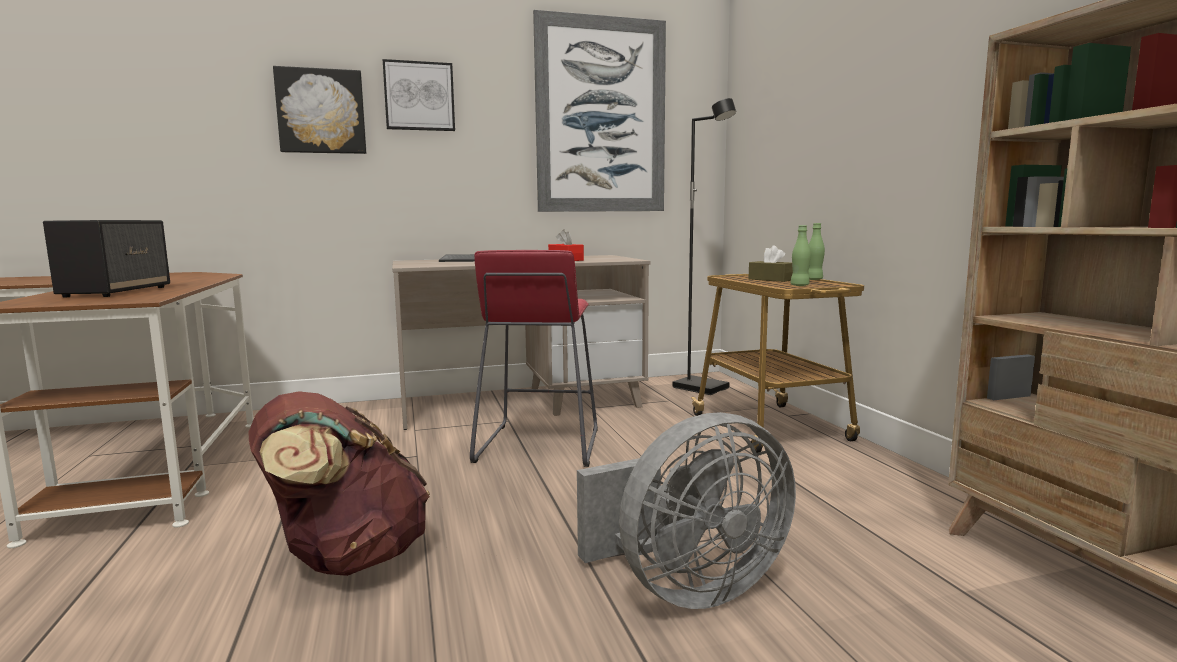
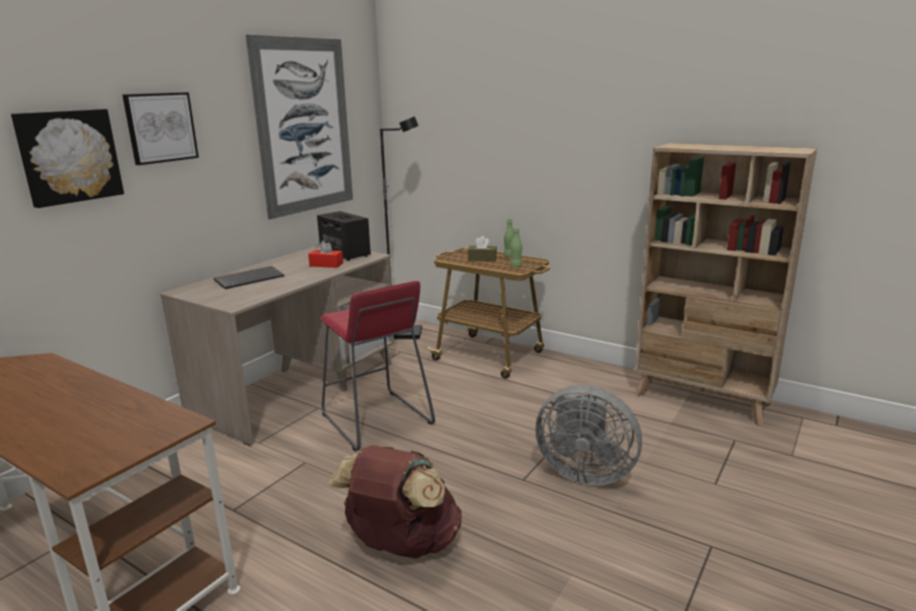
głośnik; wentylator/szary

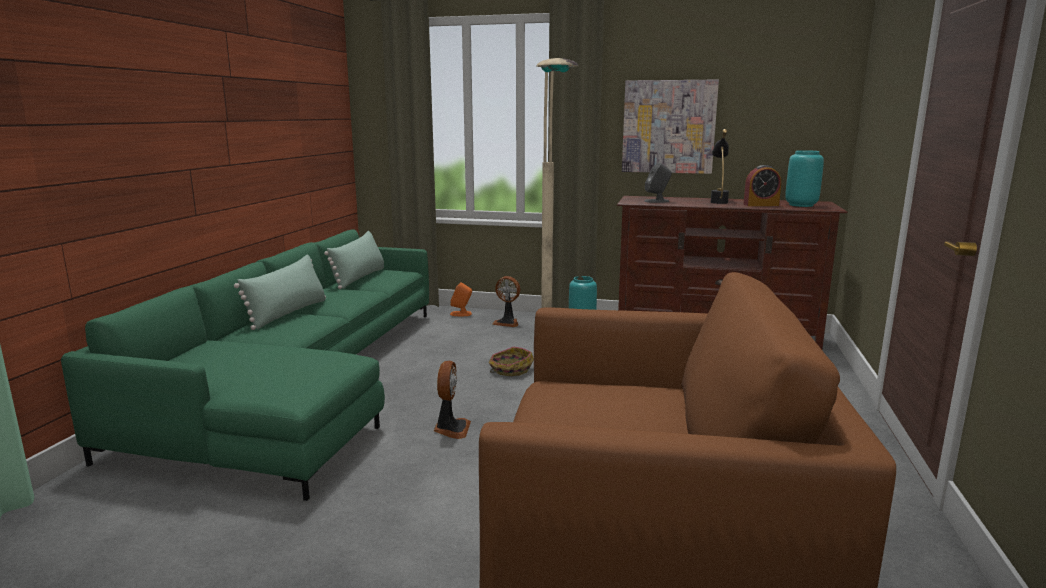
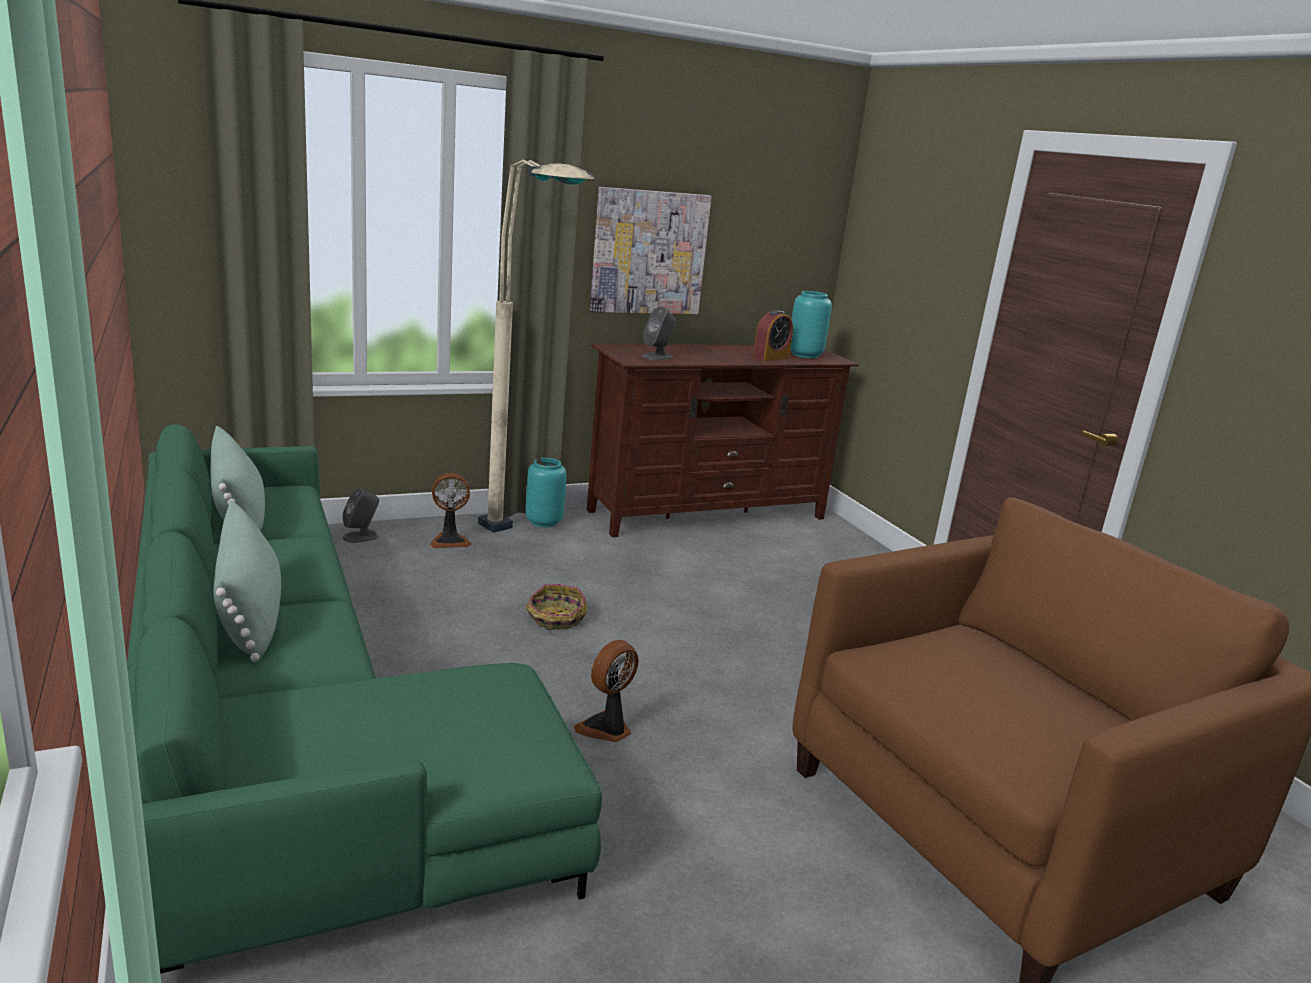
lampa stołowa/czarny; głośnik/szary (1st from left); wentylator (2nd from left)

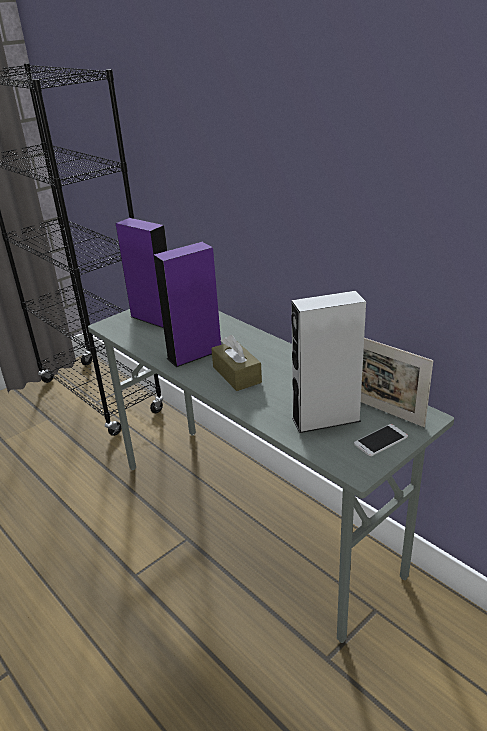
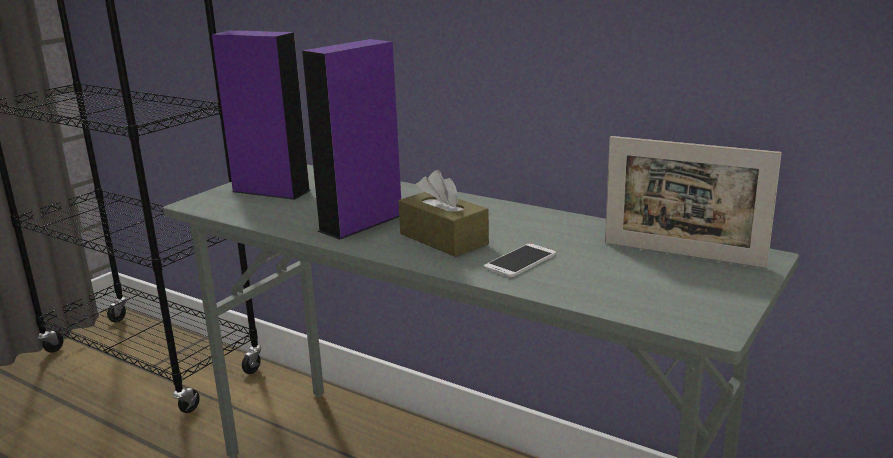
głośnik/szary; telefon

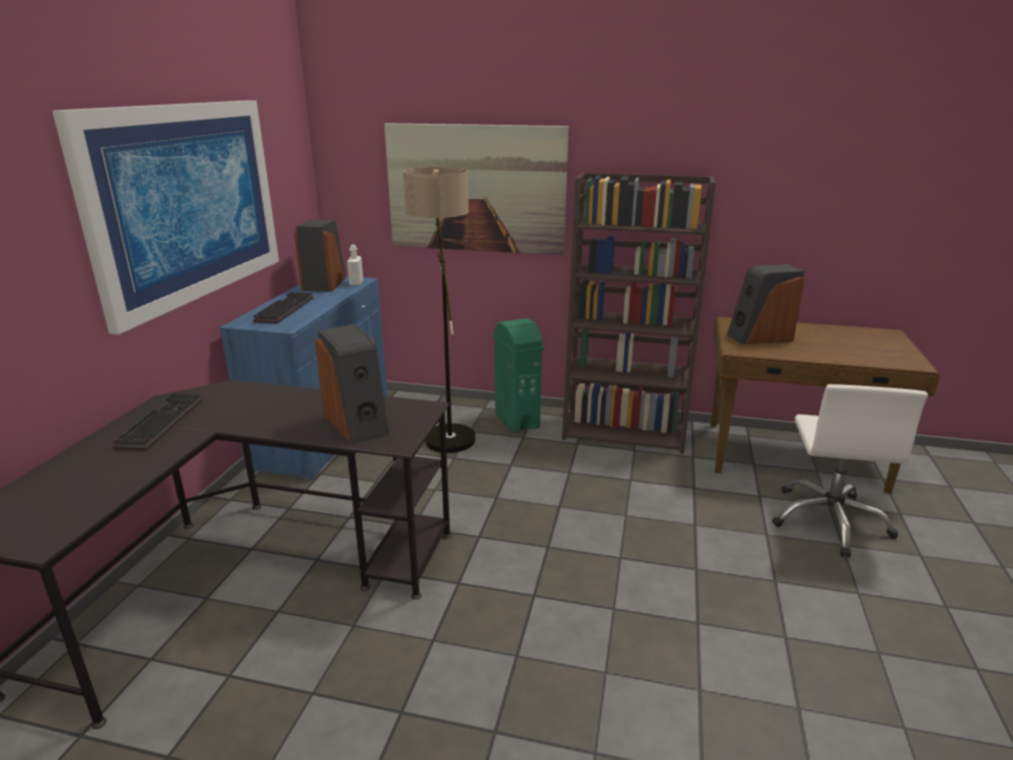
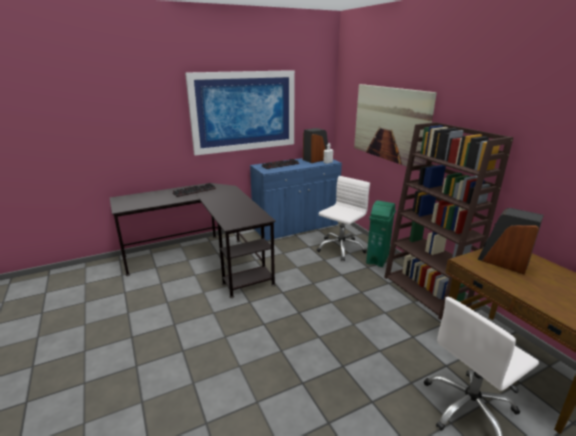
głośnik (2nd from left in the first image); krzesło biurowe/biały (1st from left)

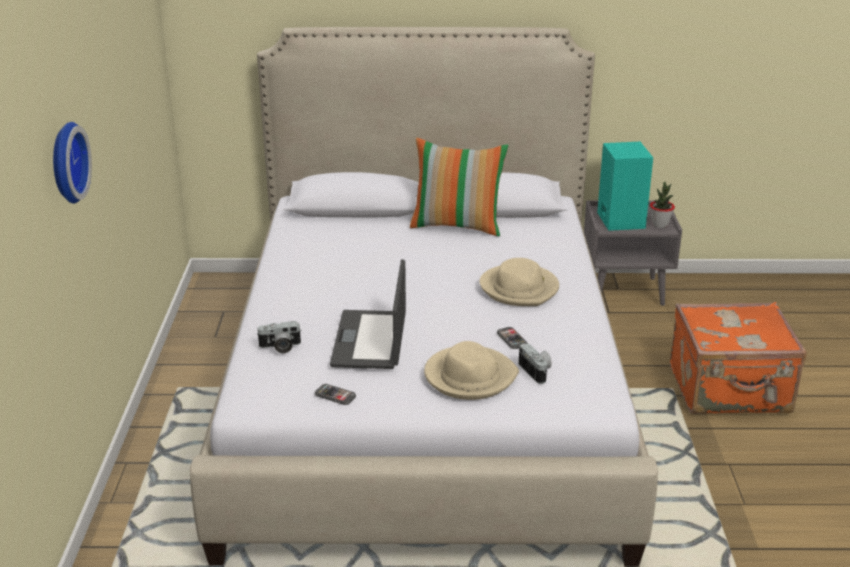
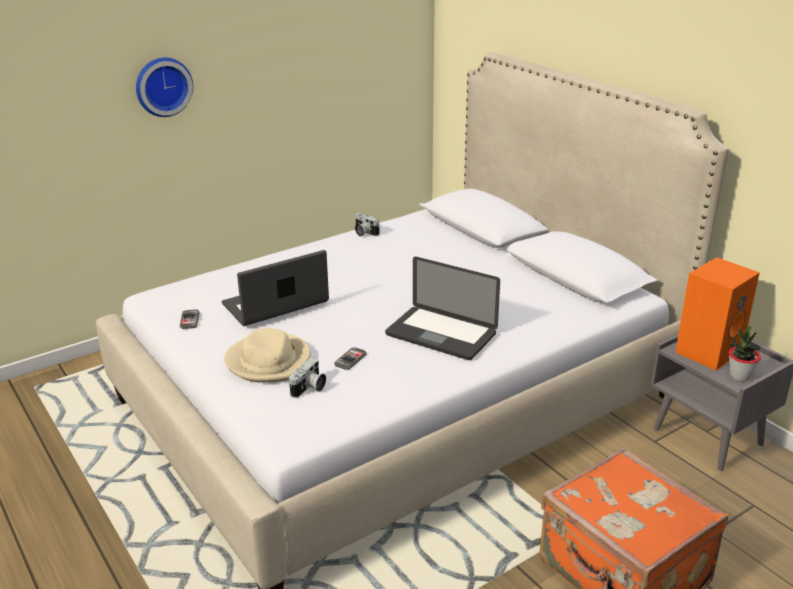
poduszka; aparat fotograficzny (2nd from left); laptop (2nd from left); głośnik/pomarańczowy

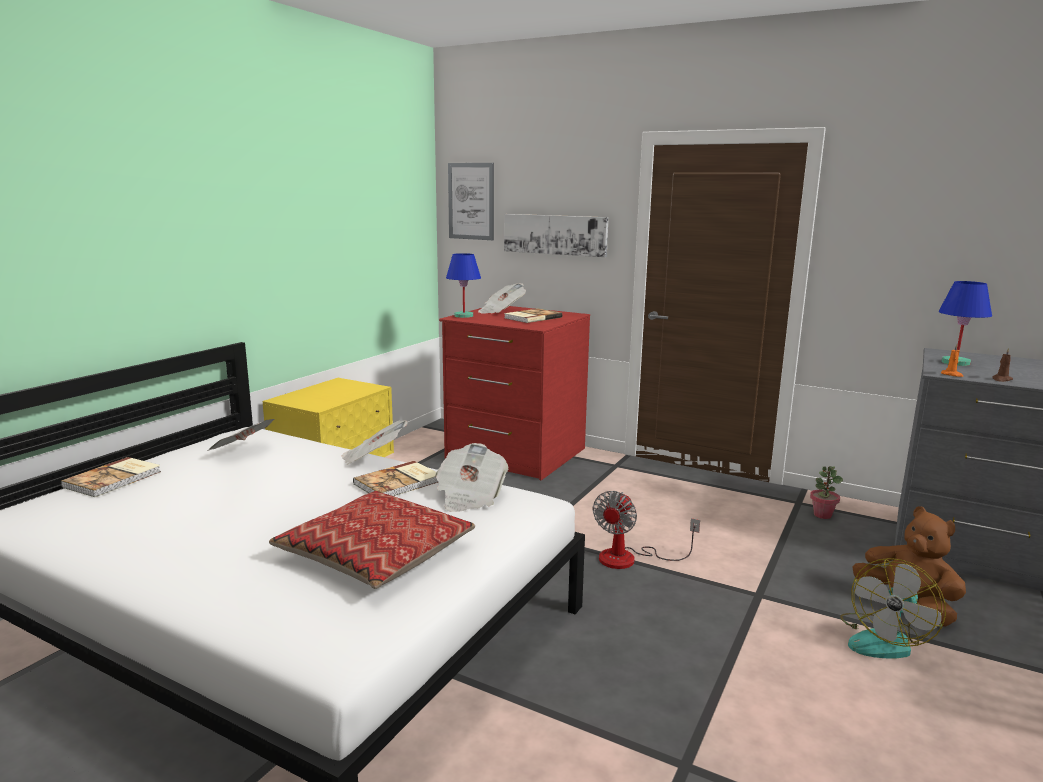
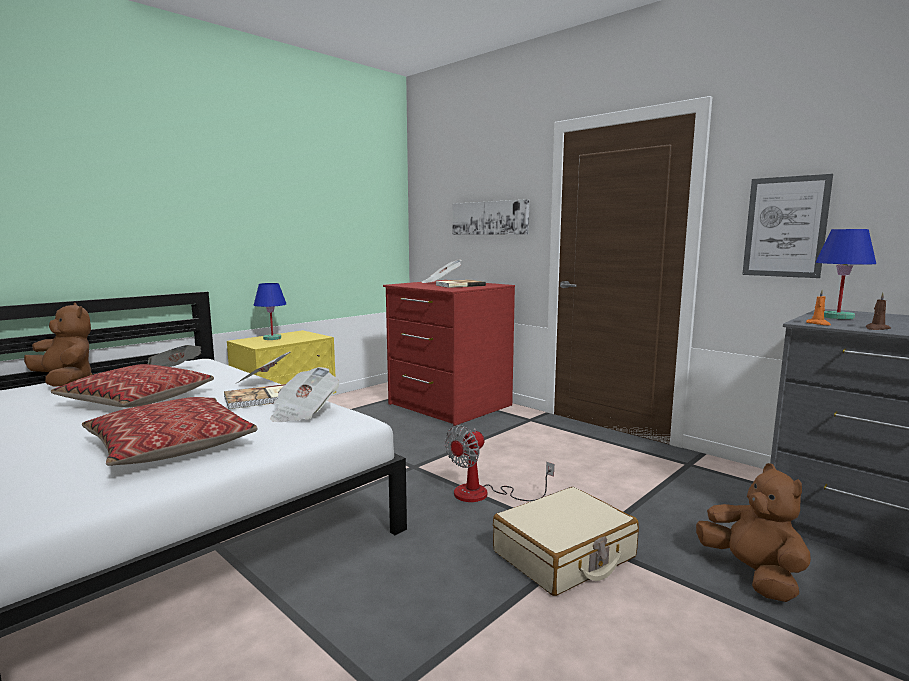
roślina doniczkowa; wentylator (2nd from left in the first image); poduszka (1st from left); walizka/beżowy; lampa stołowa/niebieski (1st from left); obraz (2nd from left); pluszak/brązowy (1st from left)

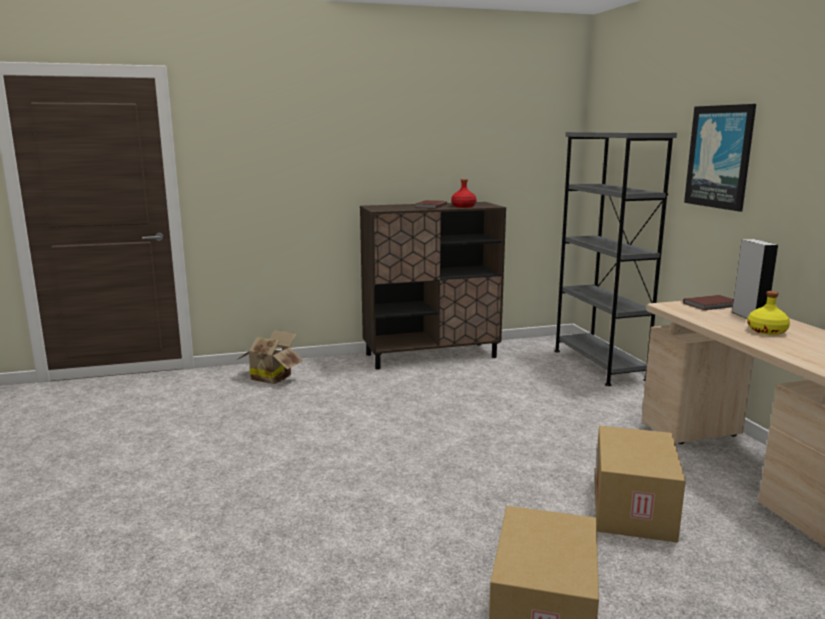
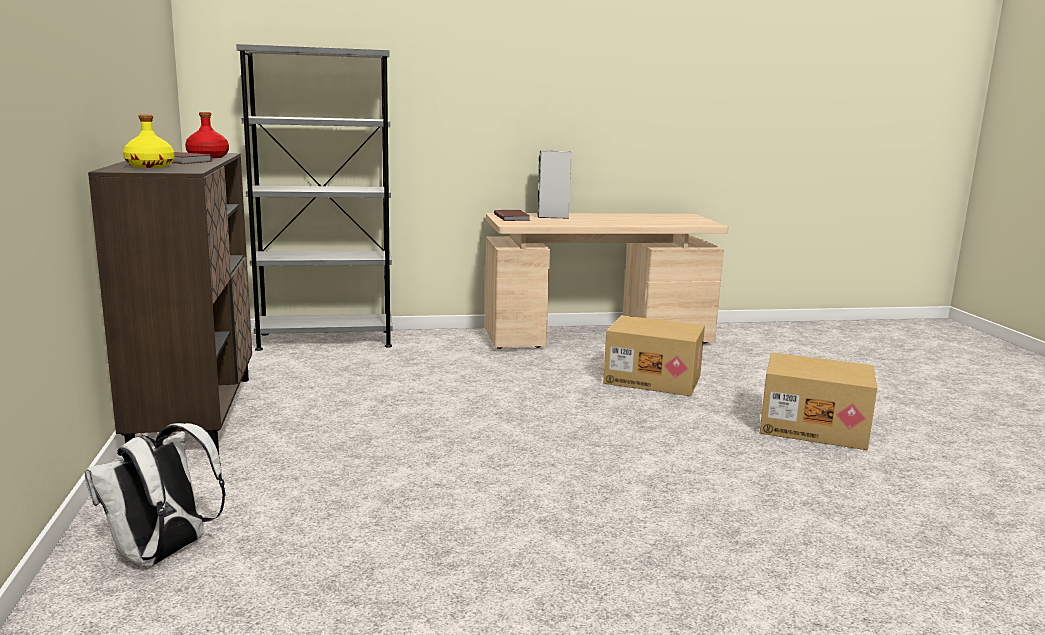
obraz; butelka/żółty; plecak/biały

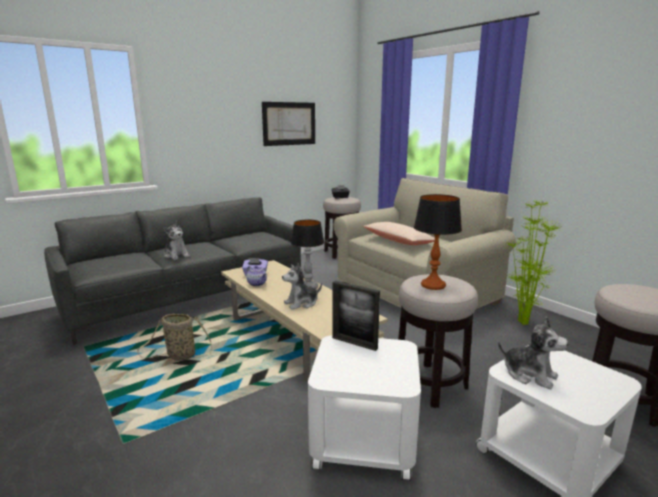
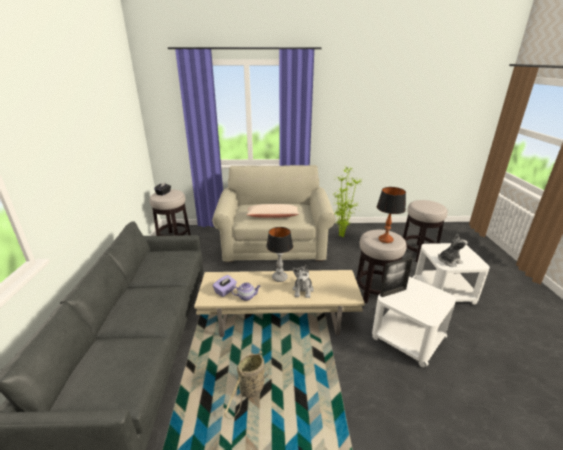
pluszak (1st from left in the first image); obraz

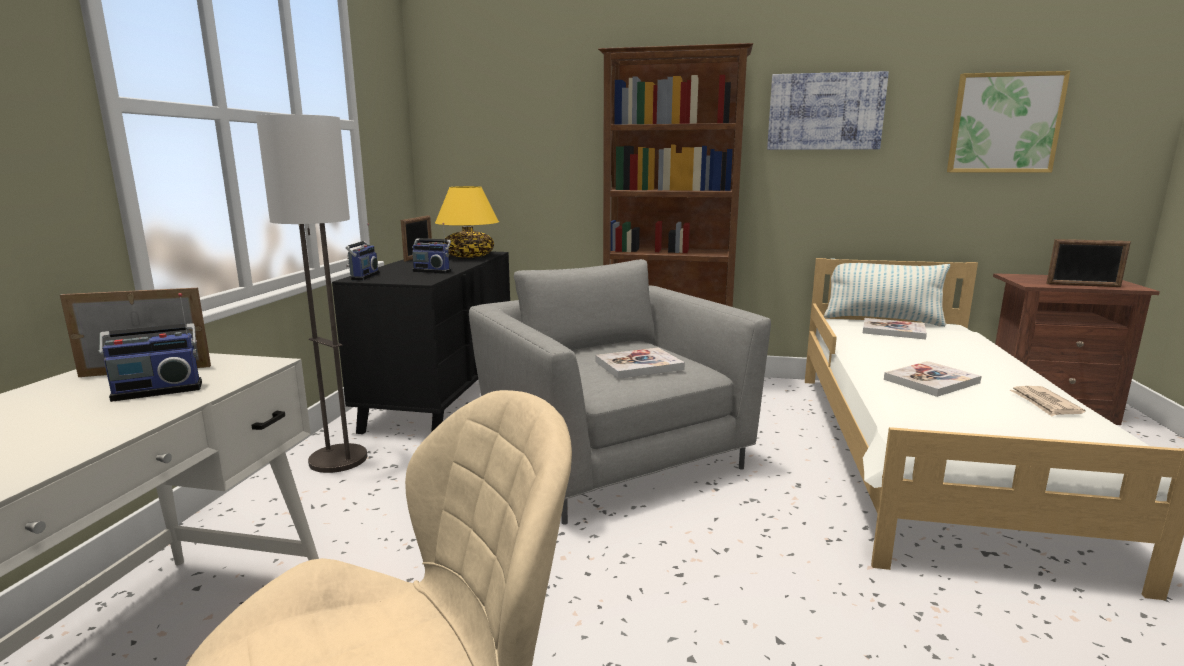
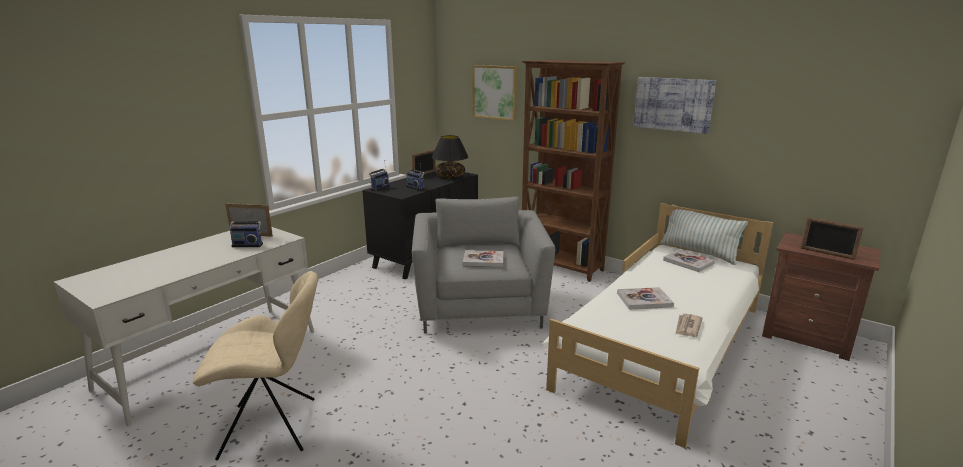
lampa stojąca; obraz (1st from left); lampa stołowa/czarny

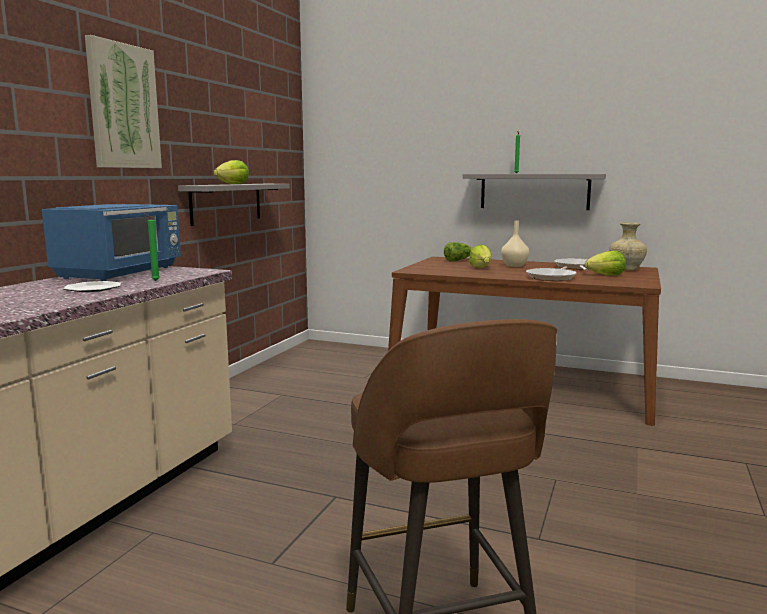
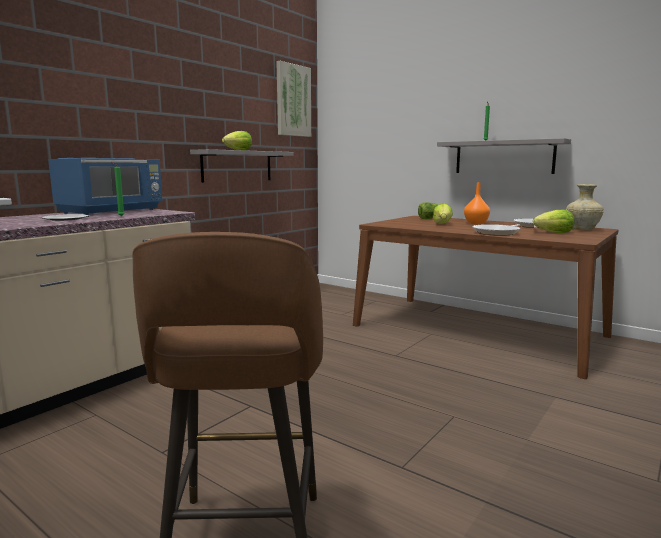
obraz; wazon/pomarańczowy

